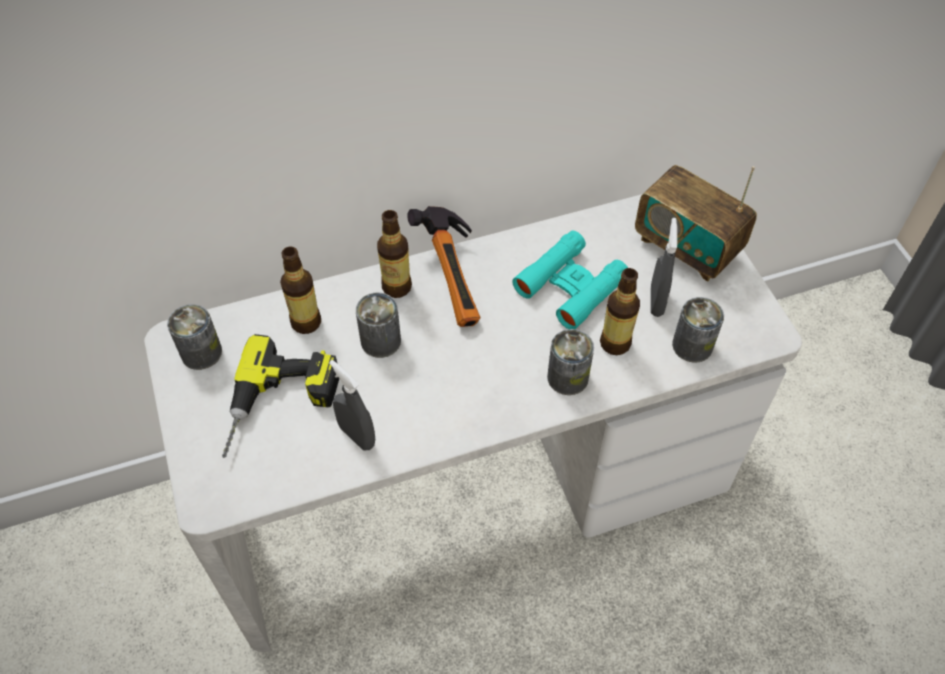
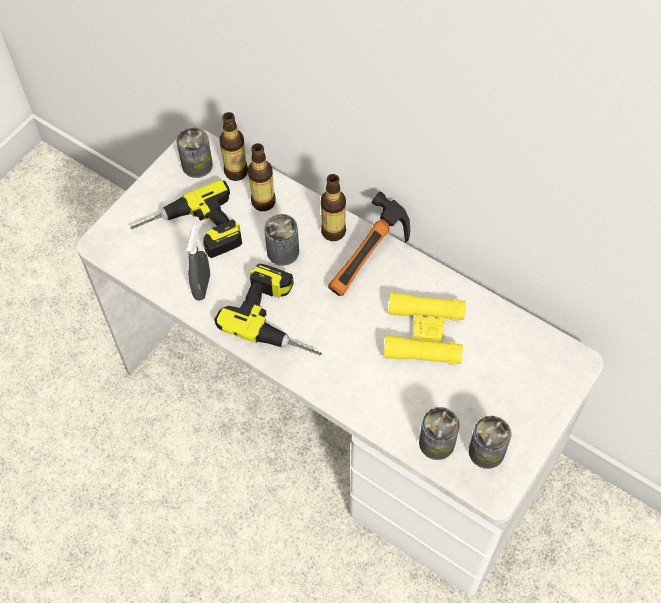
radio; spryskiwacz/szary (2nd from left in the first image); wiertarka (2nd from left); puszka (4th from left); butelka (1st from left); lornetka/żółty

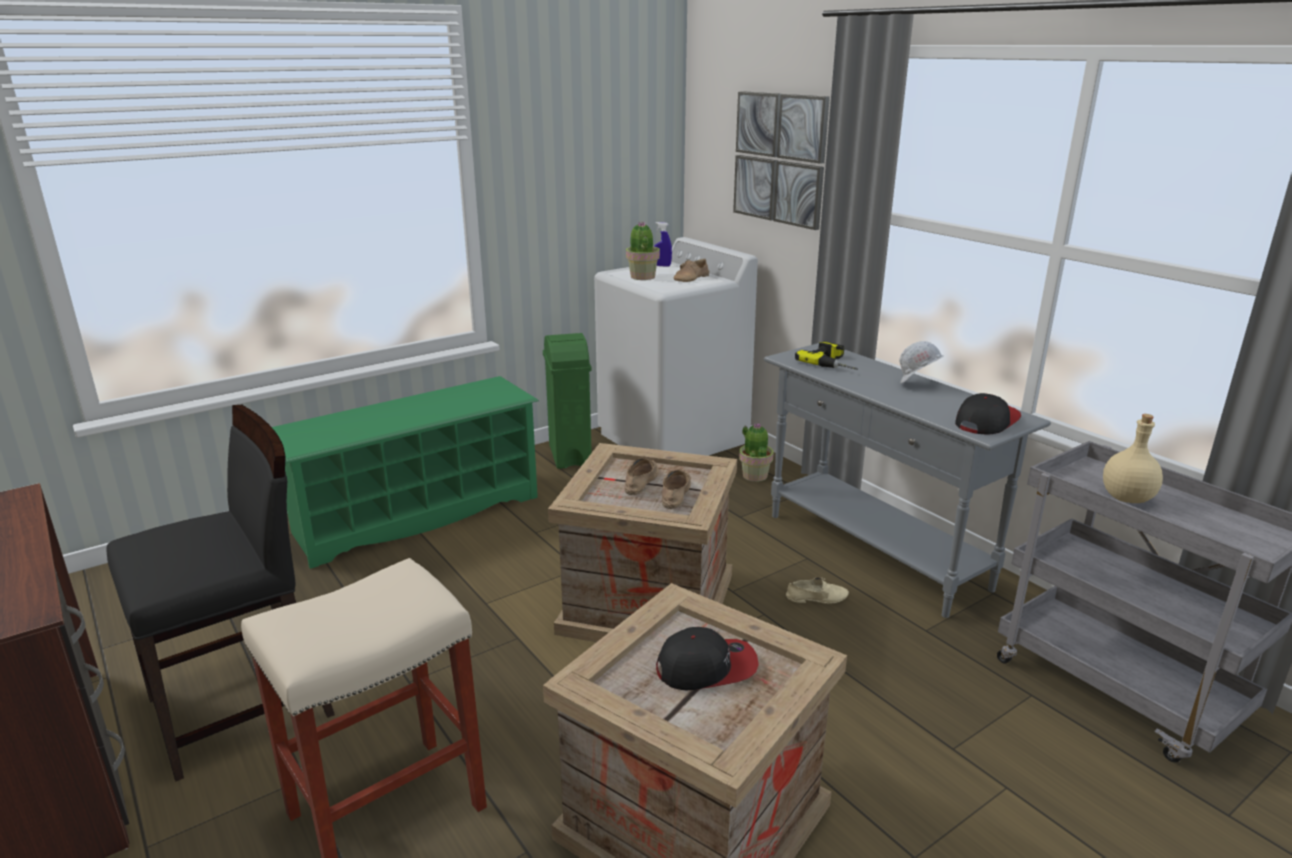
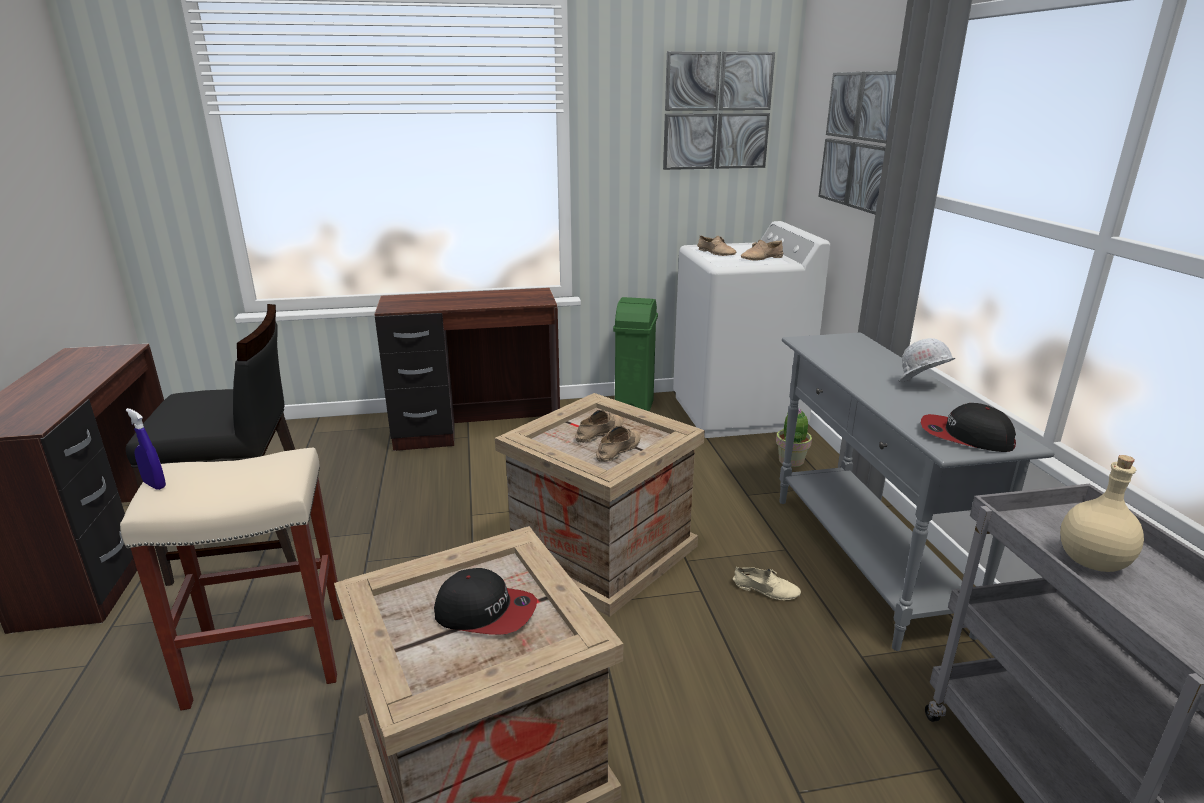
wiertarka; obraz (1st from left); spryskiwacz/niebieski; biurko/brązowy (2nd from left); but/beżowy (3rd from left); czapka z daszkiem (2nd from left)

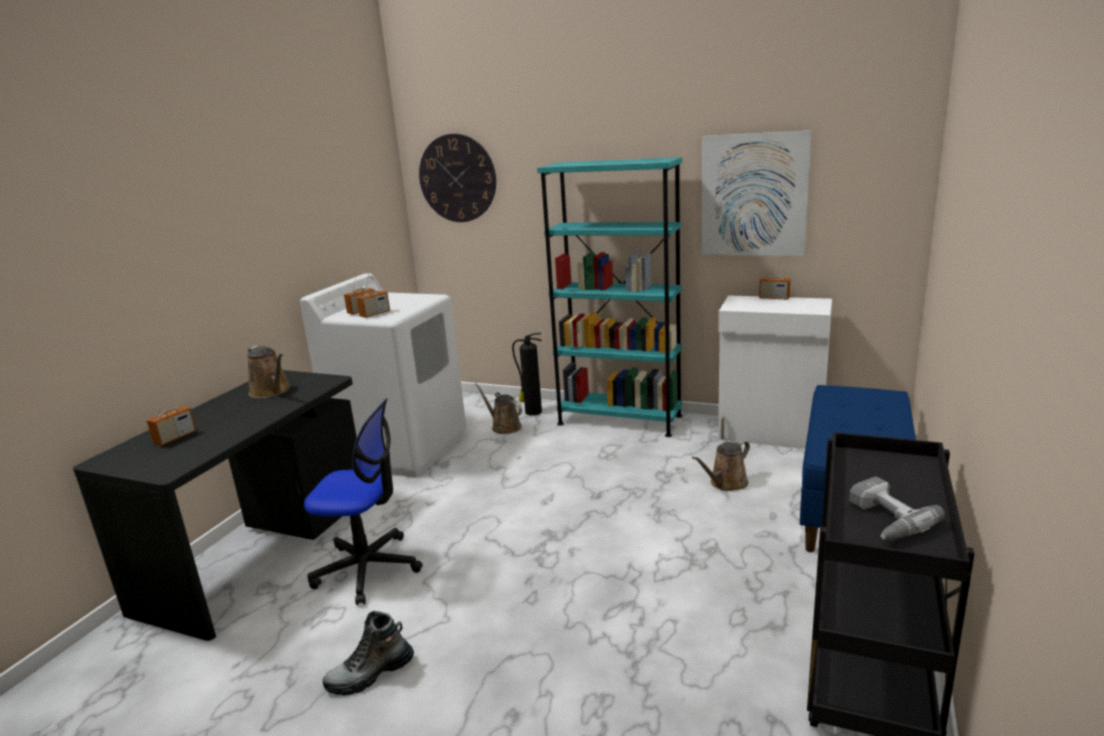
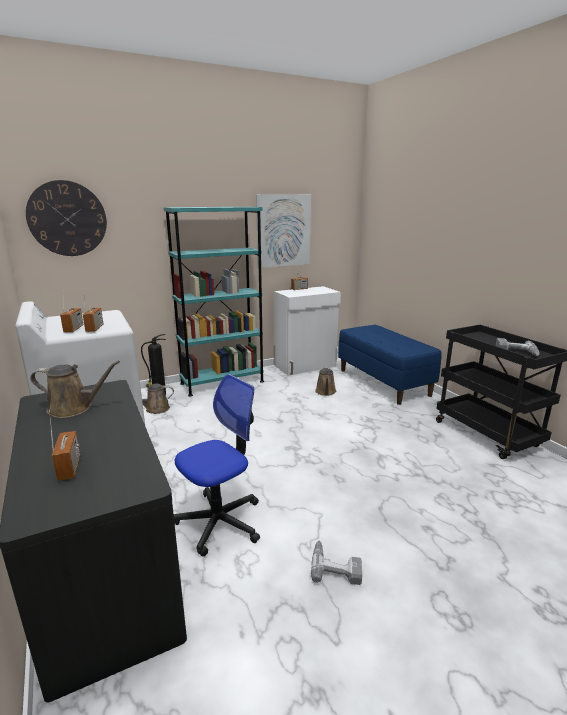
wiertarka (1st from left)

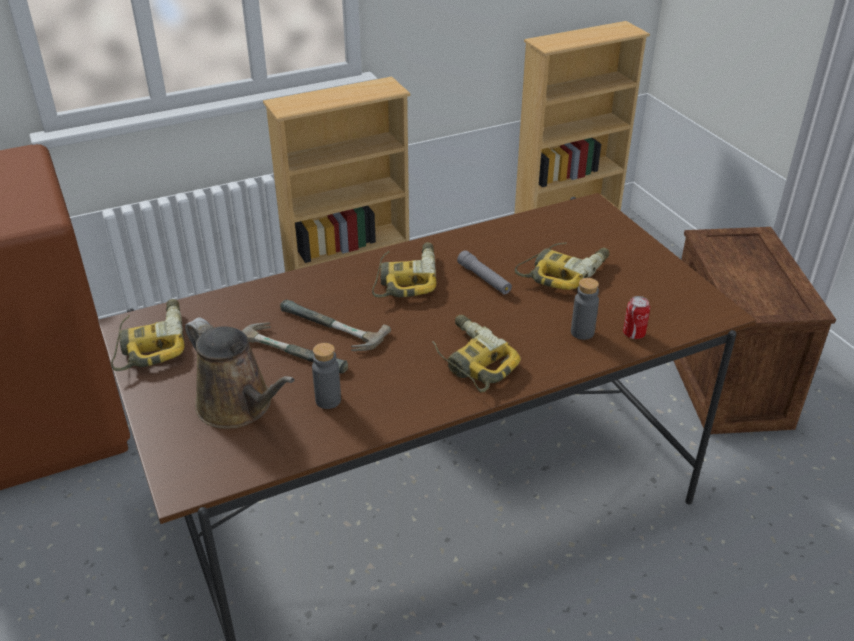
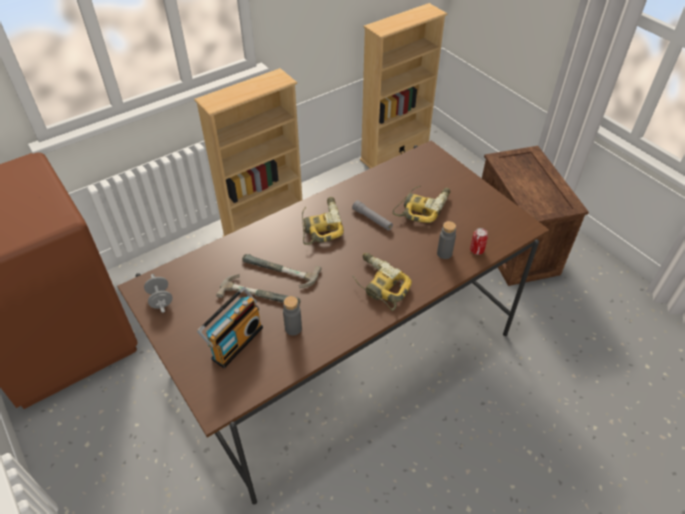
hantel/szary; radio

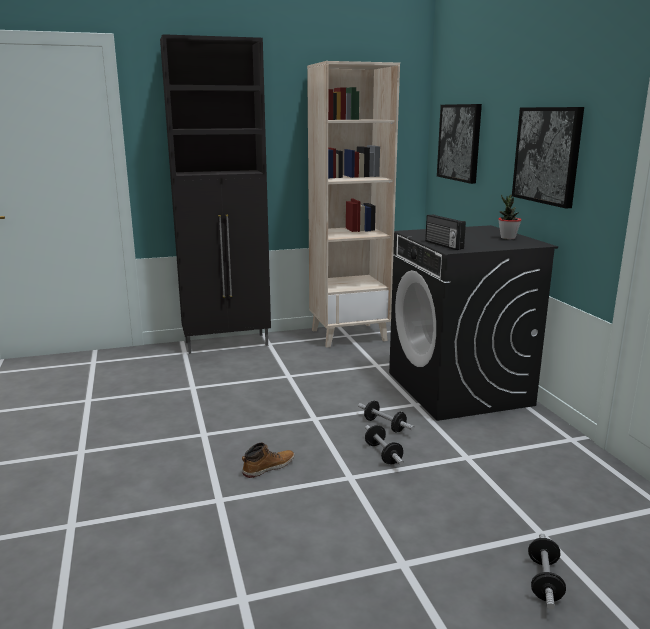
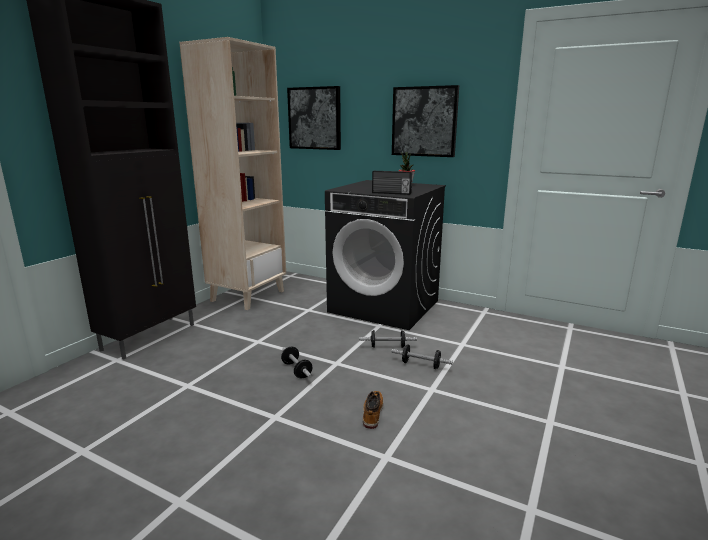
hantel (1st from left)

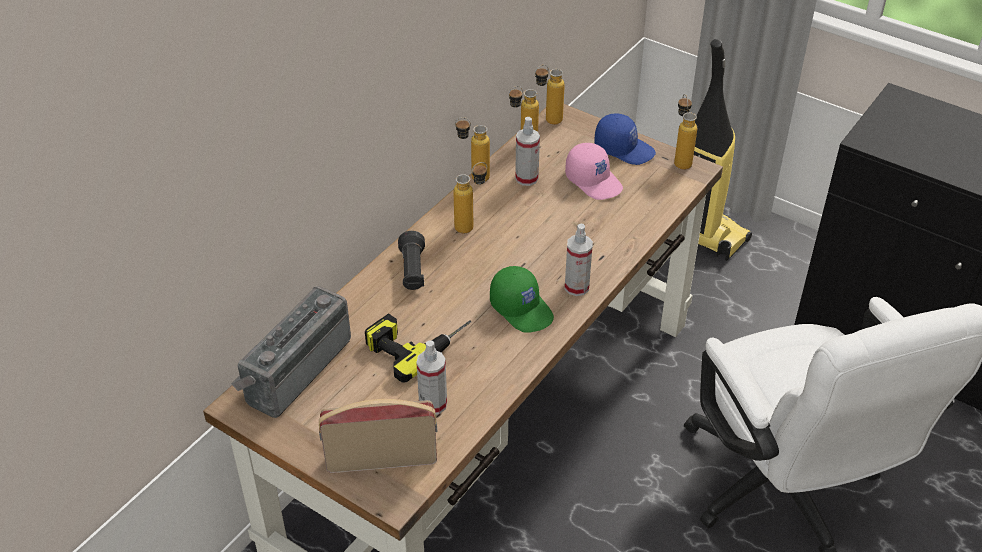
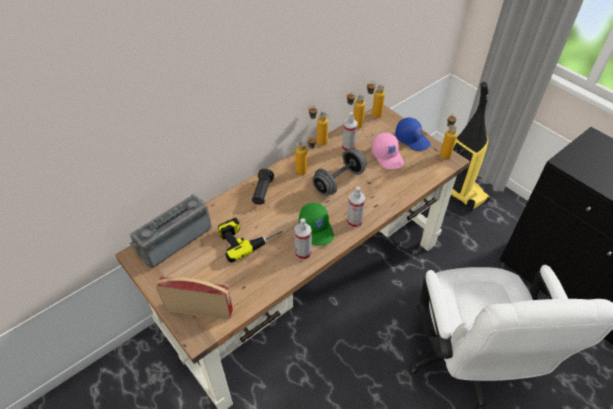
hantel/szary; spryskiwacz (1st from left)

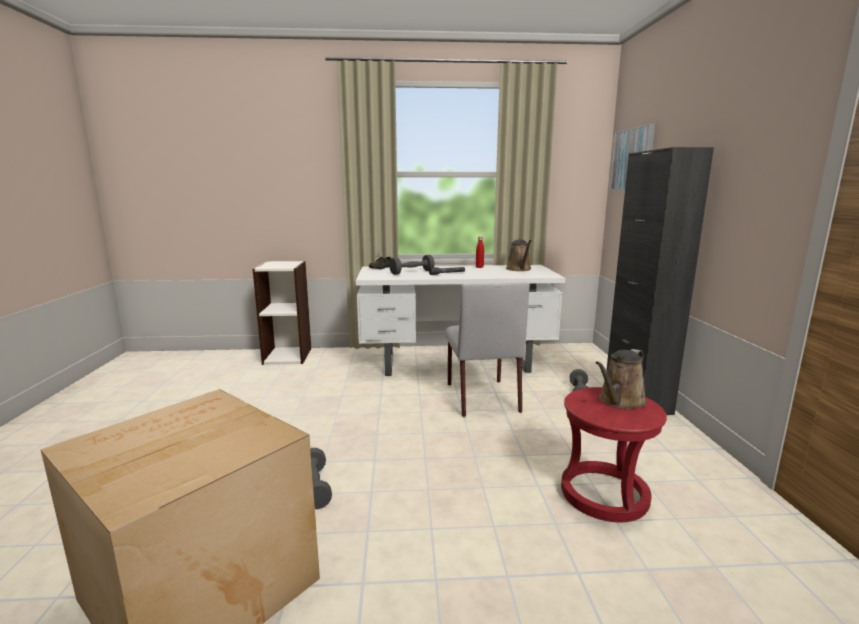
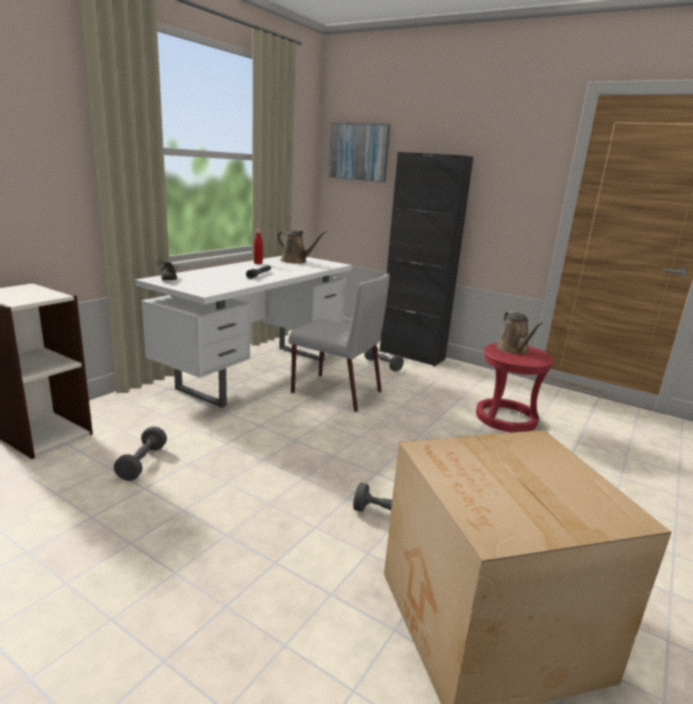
hantel/szary (1st from left)

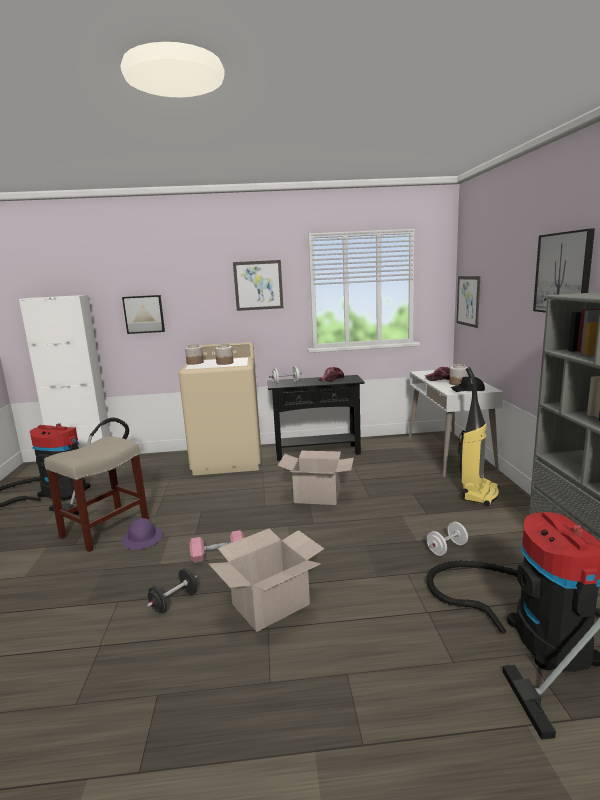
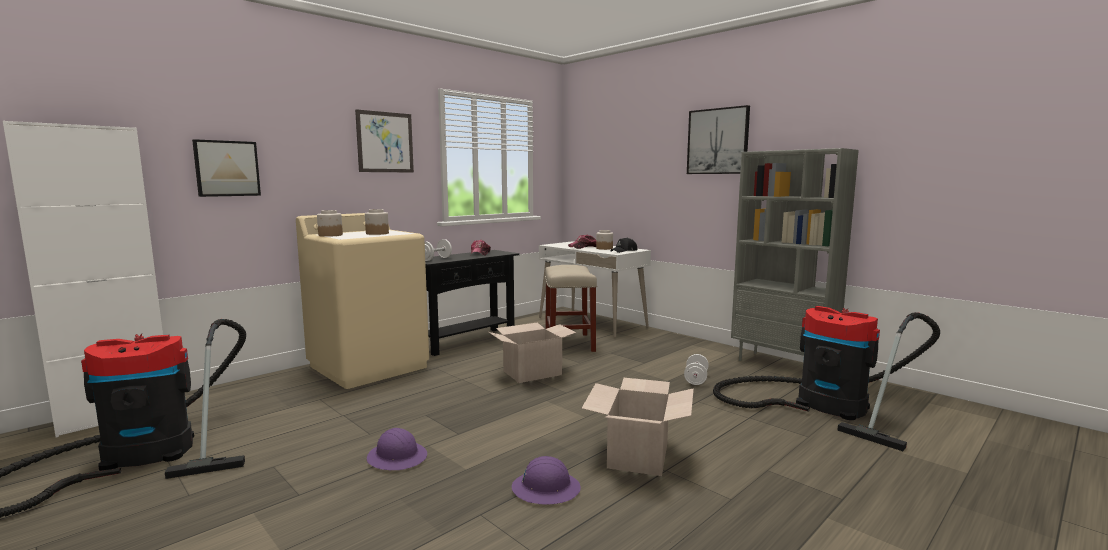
hantel/różowy; obraz (3rd from left in the first image); odkurzacz (2nd from left in the first image); stołek/beżowy; kask/fioletowy (2nd from left)

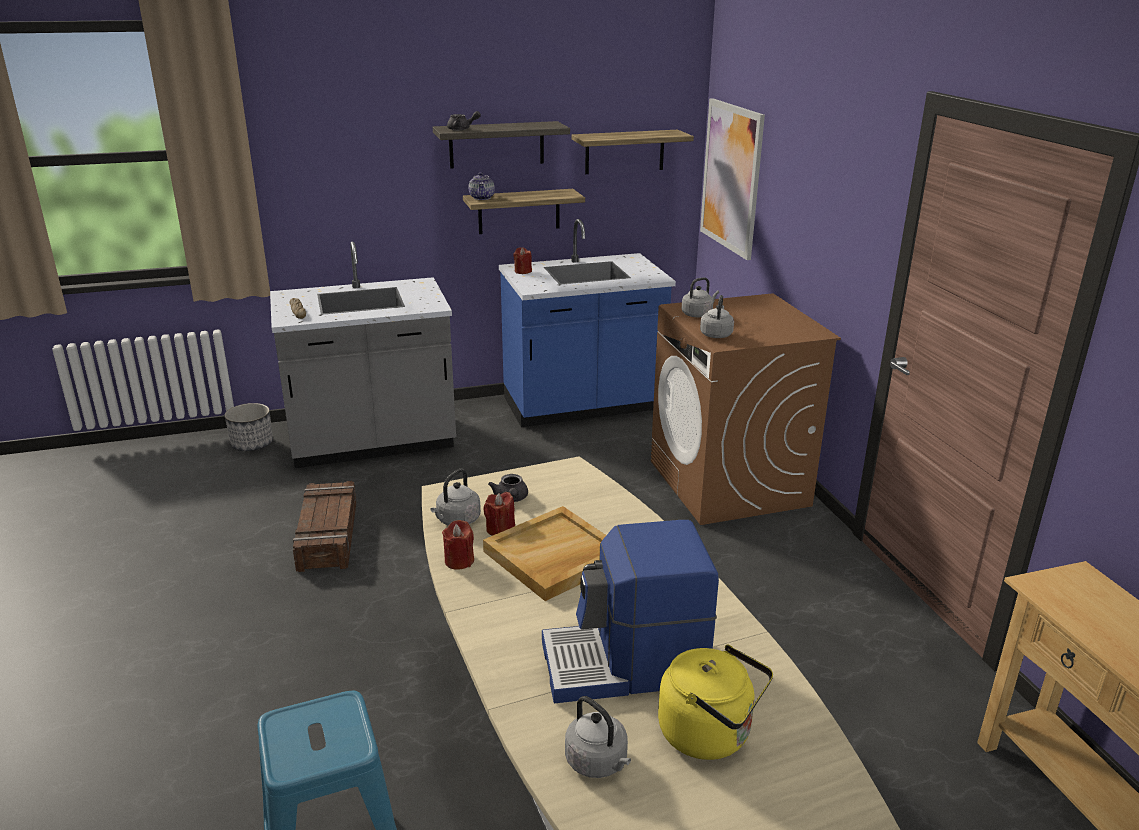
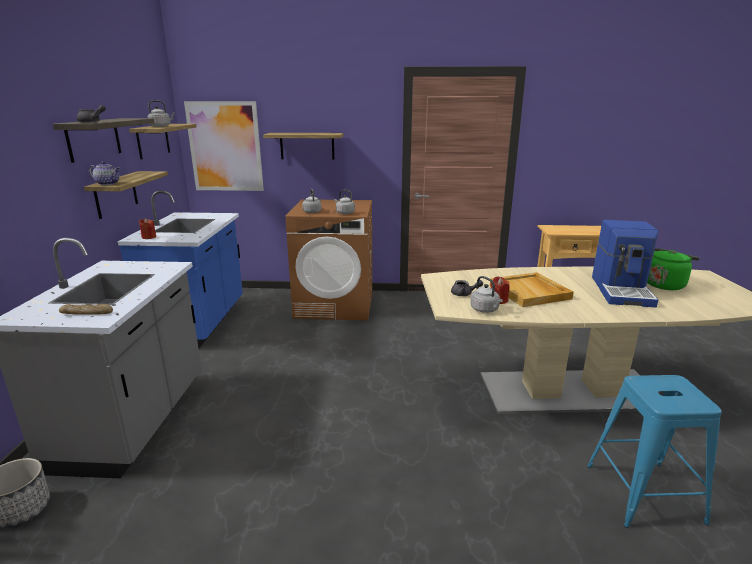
skrzynka; świeca/czerwony (1st from left in the first image); półka (4th from left); czajnik/szary (1st from left); czajnik/zielony

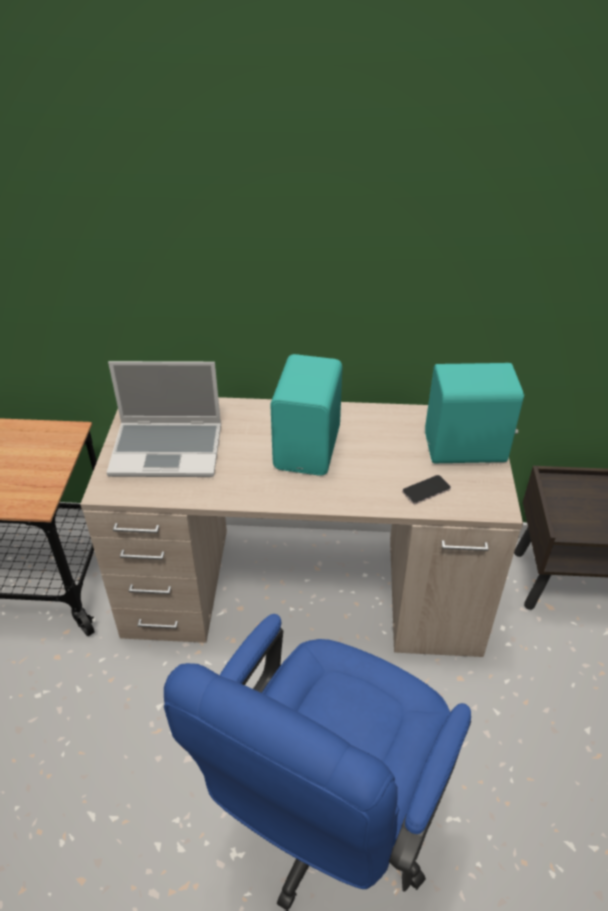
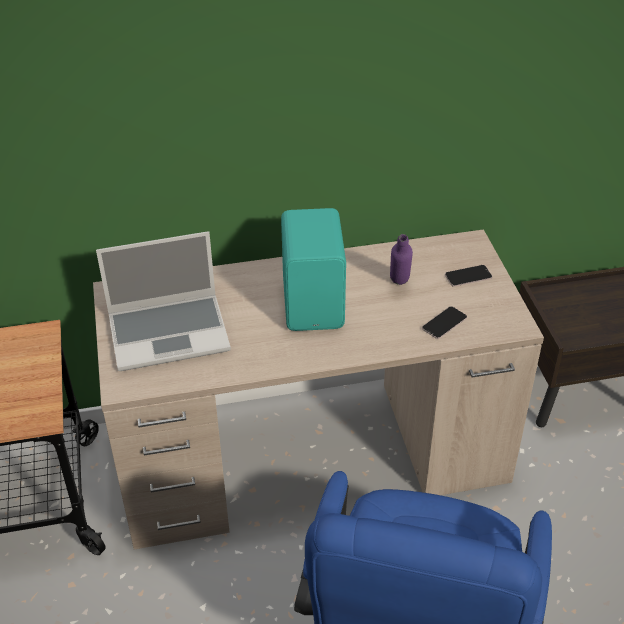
butelka/fioletowy; telefon (2nd from left)

